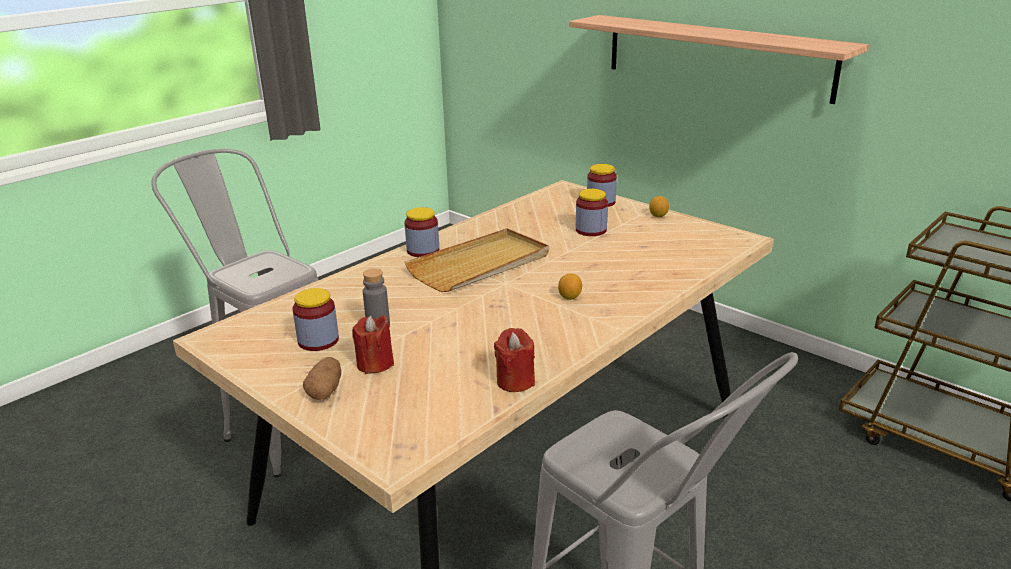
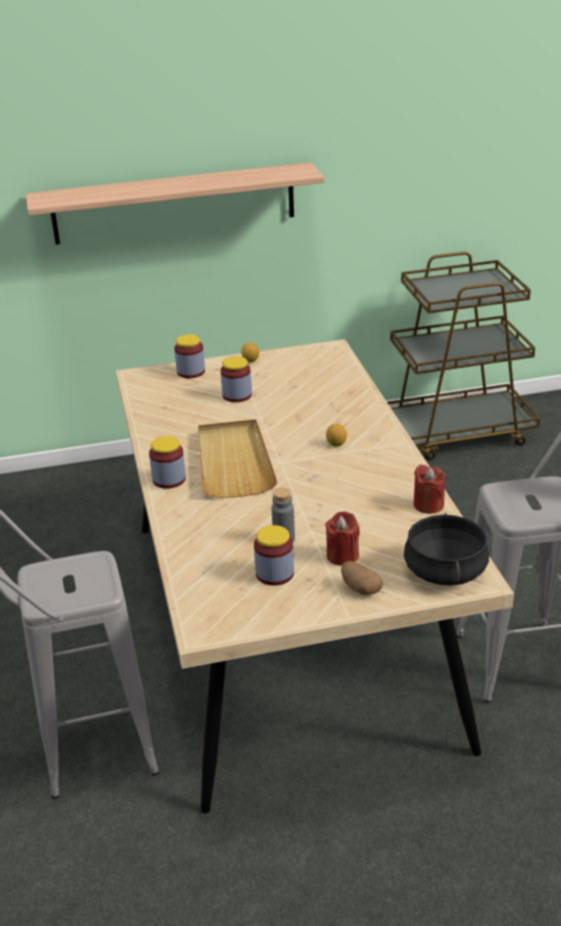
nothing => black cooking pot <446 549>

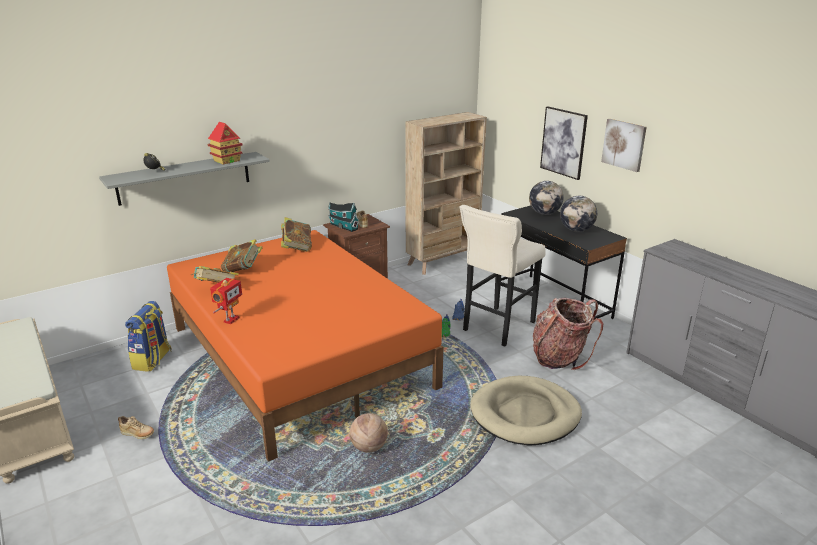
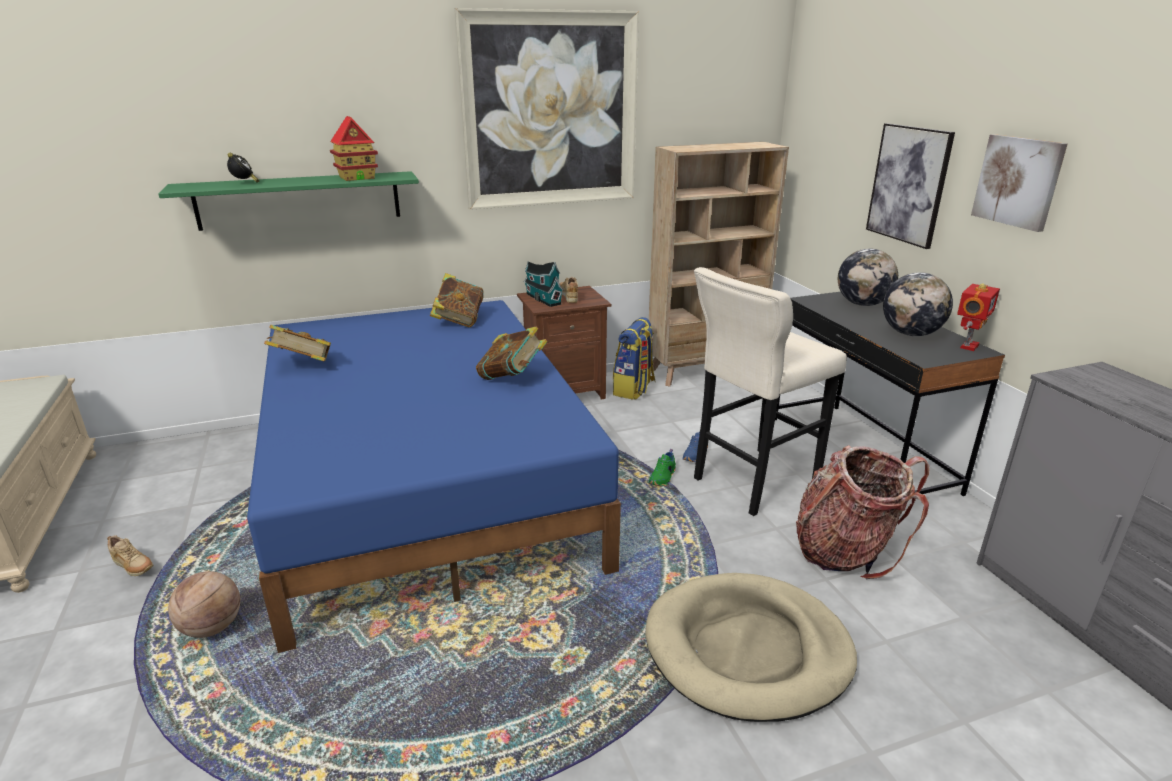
grey shelf <184 179> => green shelf <289 201>
backpack <148 336> => backpack <634 358>, move
orange bed <305 346> => blue bed <434 476>
toy robot <226 301> => toy robot <978 317>, move
book <242 255> => book <511 353>, move
basketball <369 433> => basketball <204 604>, move
nothing => picture <546 109>

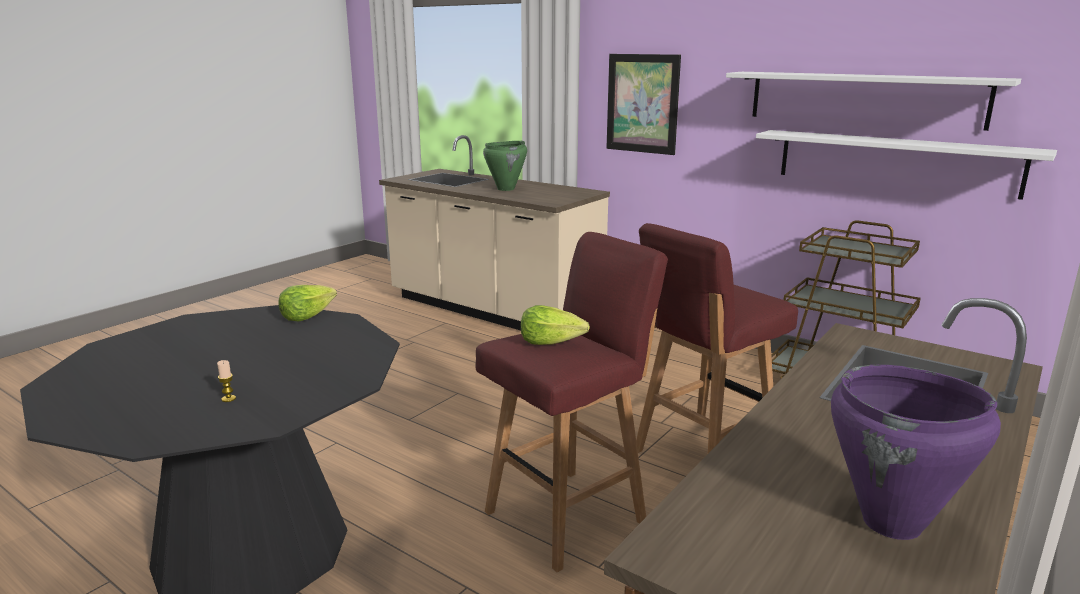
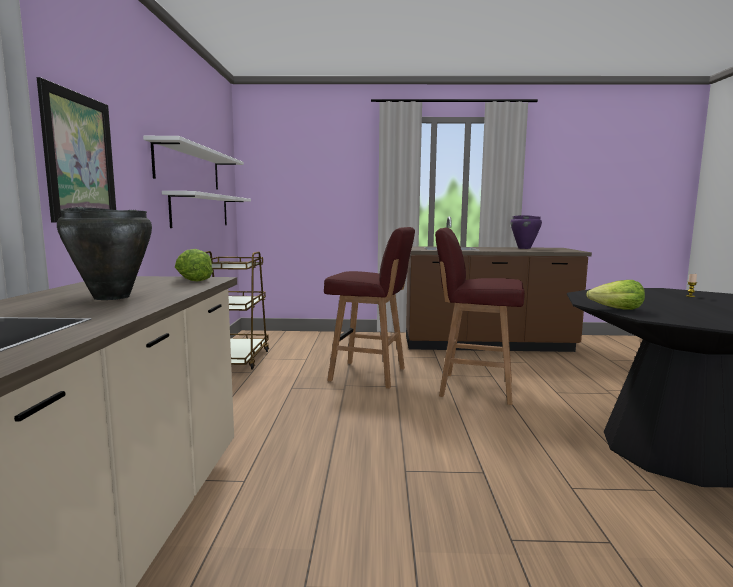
green cooking pot <505 166> => black cooking pot <104 253>
lettuce <555 325> => lettuce <194 265>, move

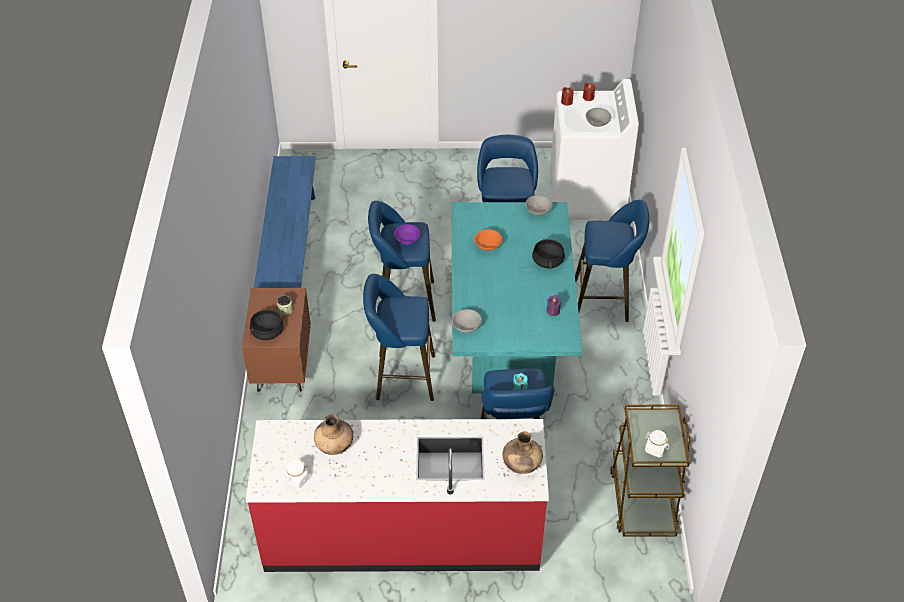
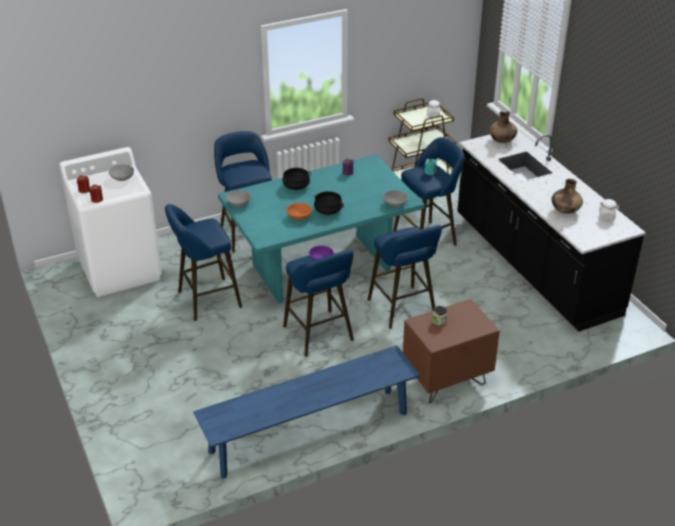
red counter <397 495> => black counter <551 230>
black cooking pot <266 324> => black cooking pot <329 203>, move

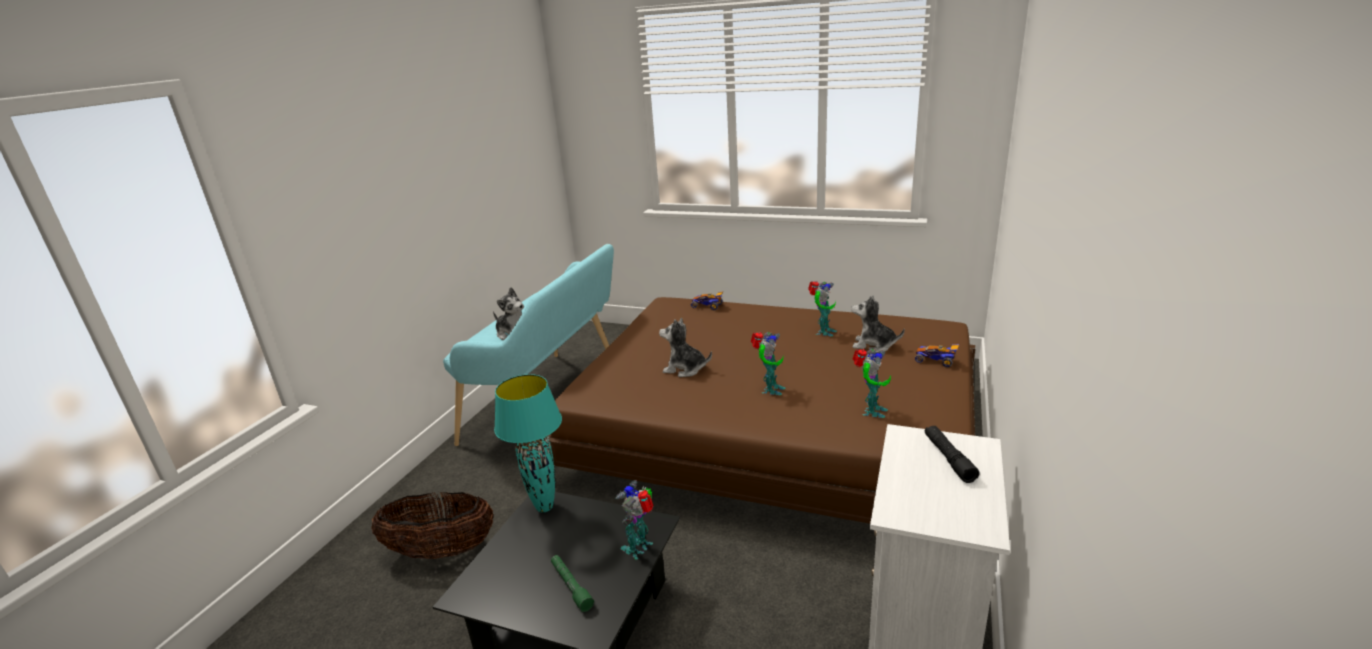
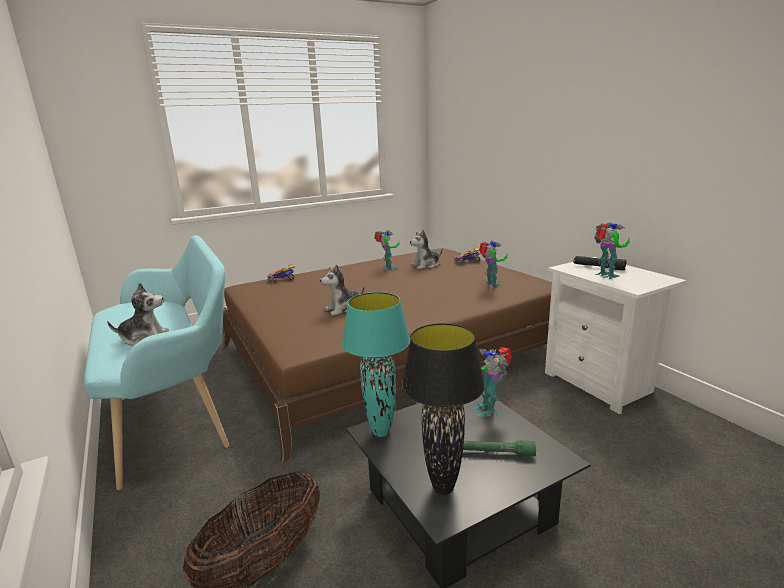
toy robot <768 363> => toy robot <612 250>, move
nothing => black table lamp <443 409>

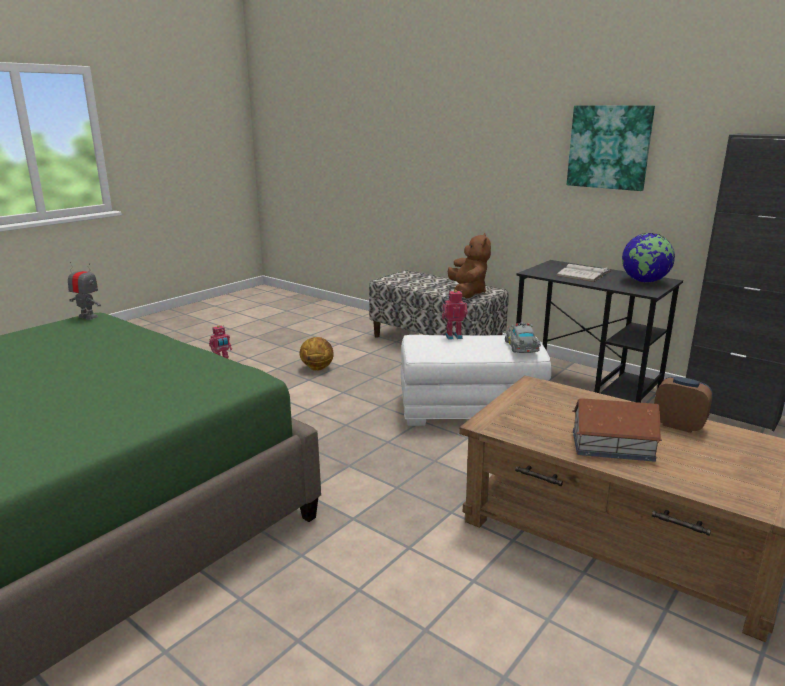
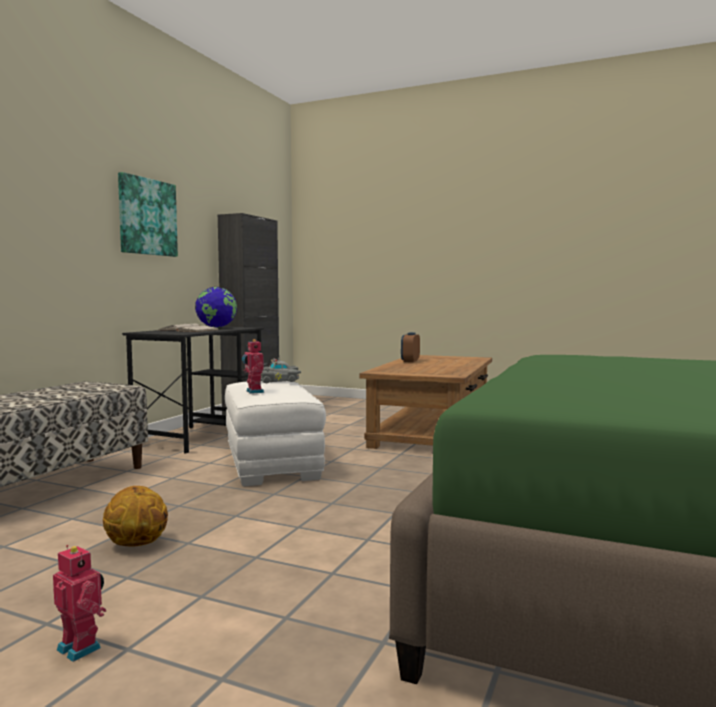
toy robot <84 291> => nothing
brown plush toy <469 265> => nothing
toy house <617 430> => nothing

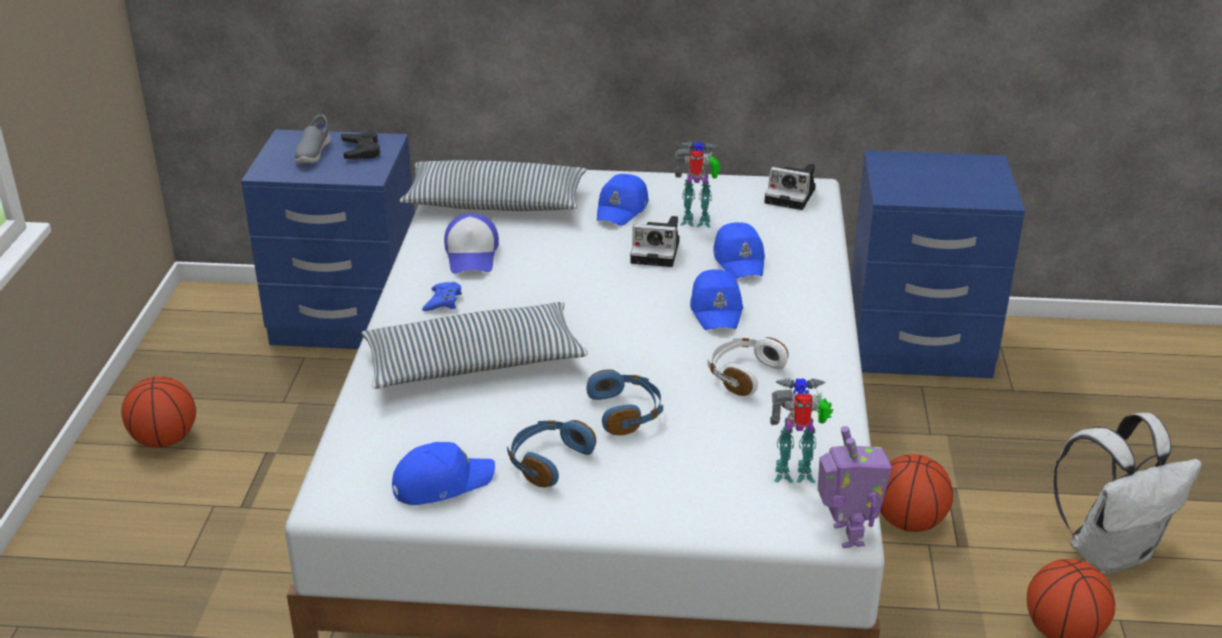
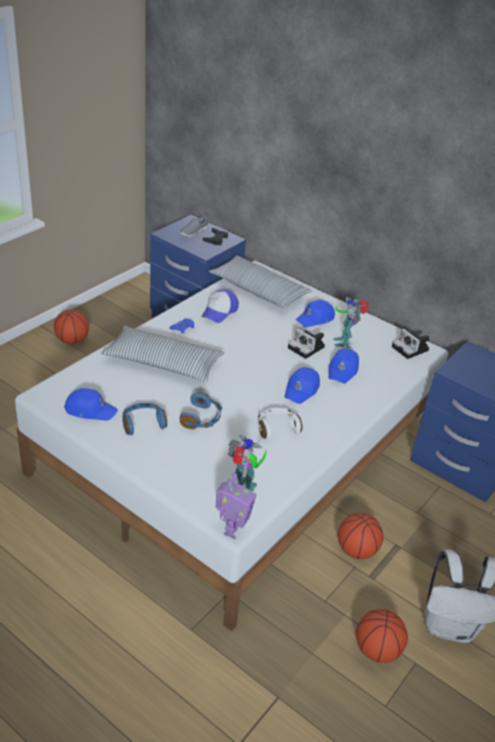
toy robot <698 184> => toy robot <351 322>, 135 degrees counterclockwise

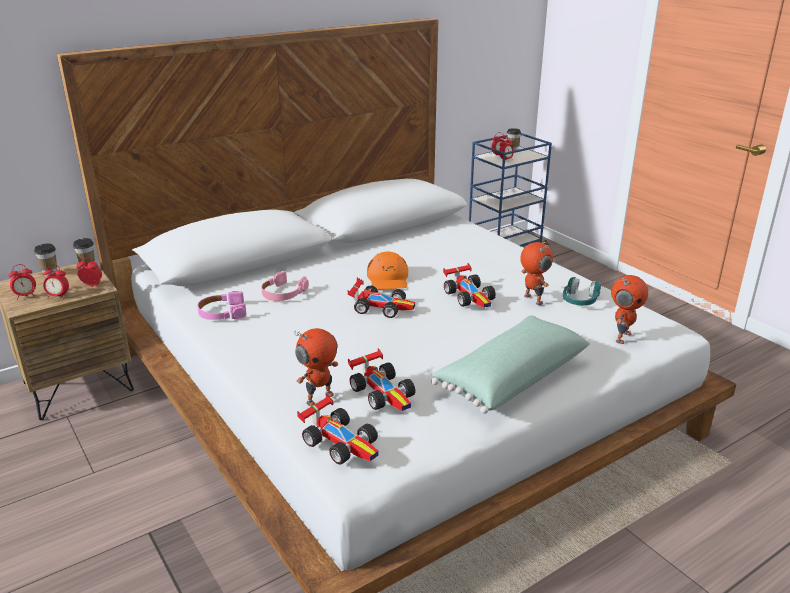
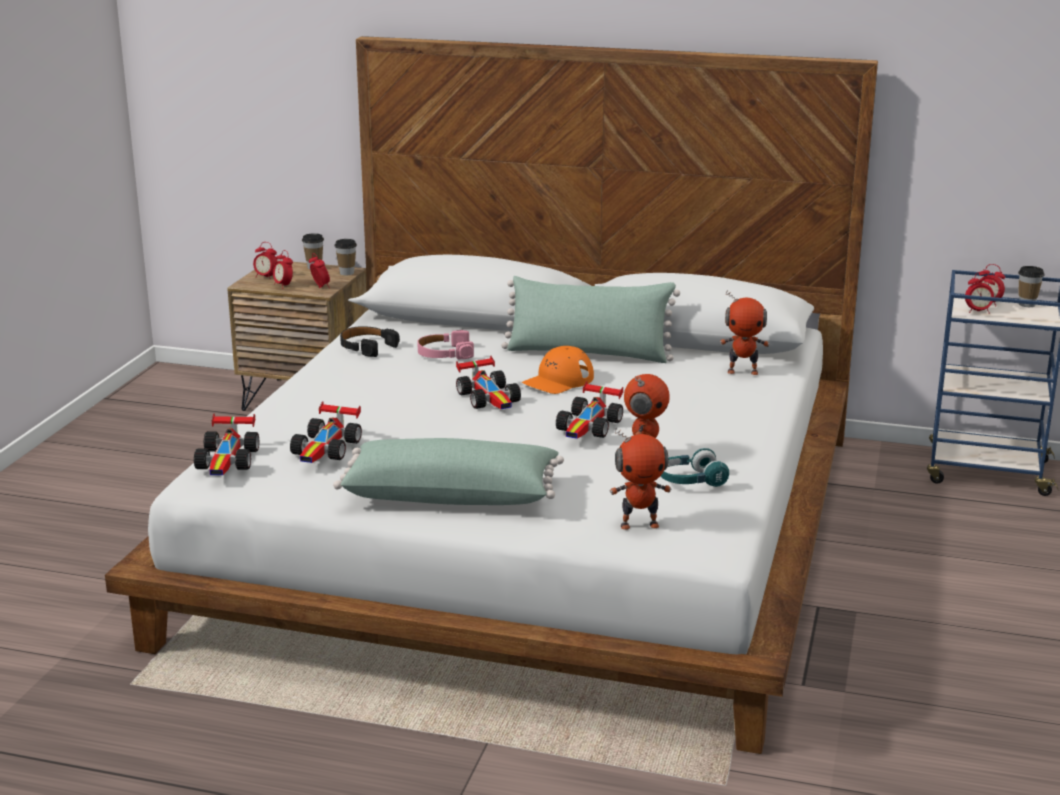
pink headphones <221 305> => black headphones <370 341>
toy robot <316 367> => toy robot <745 332>, move
nothing => green pillow <590 319>

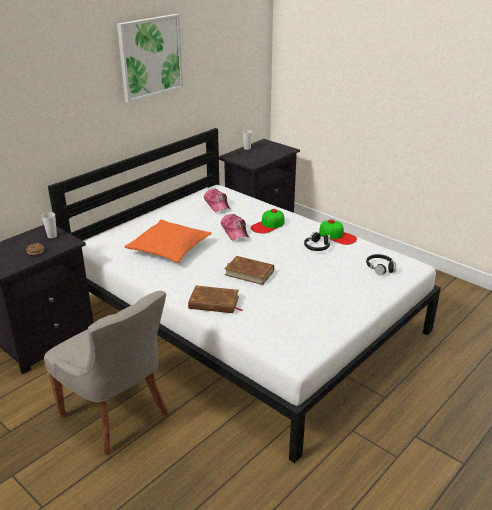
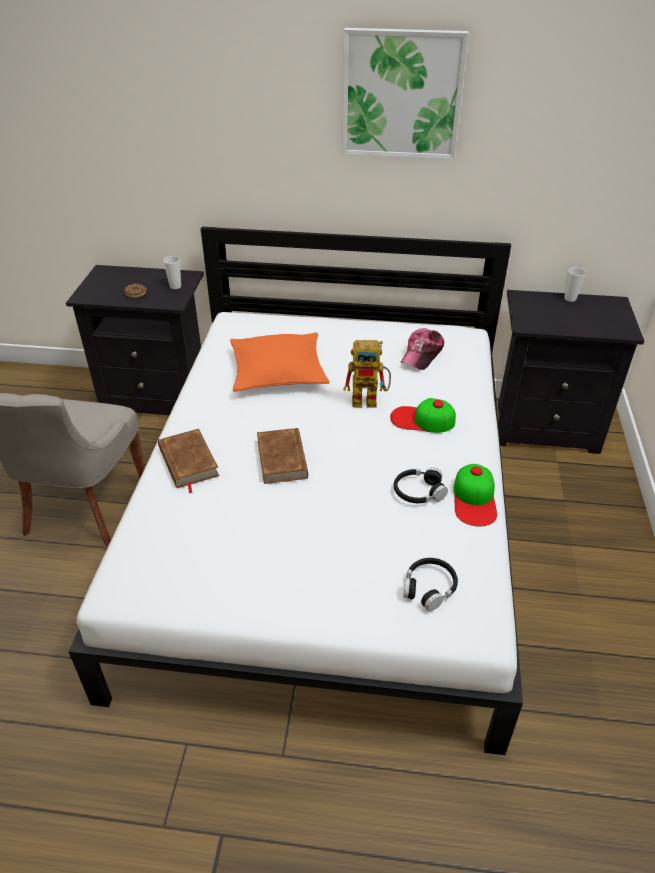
cap <235 227> => toy robot <367 374>

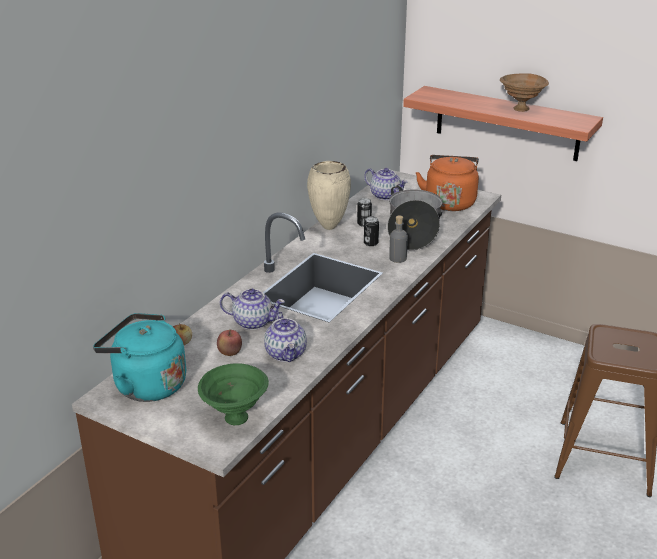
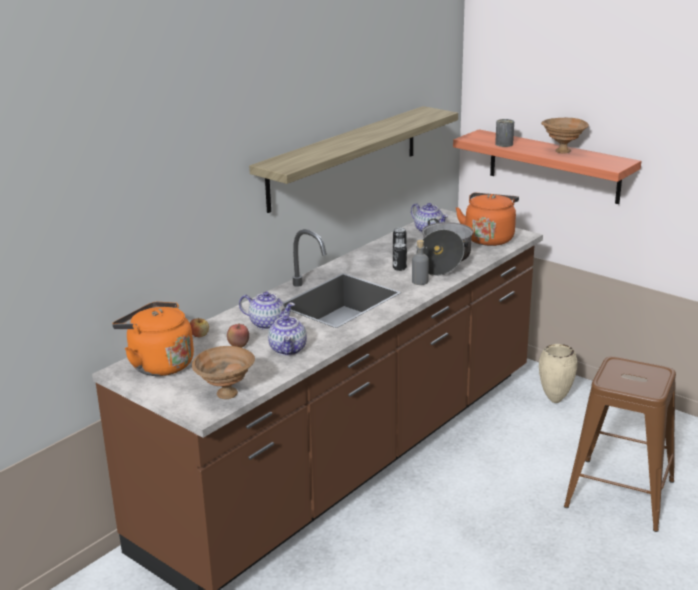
turquoise kettle <139 357> => orange kettle <153 339>
green bowl <233 394> => brown bowl <223 372>
beige vase <329 195> => beige vase <558 373>, move
nothing => shelf <353 159>
nothing => can <504 133>

